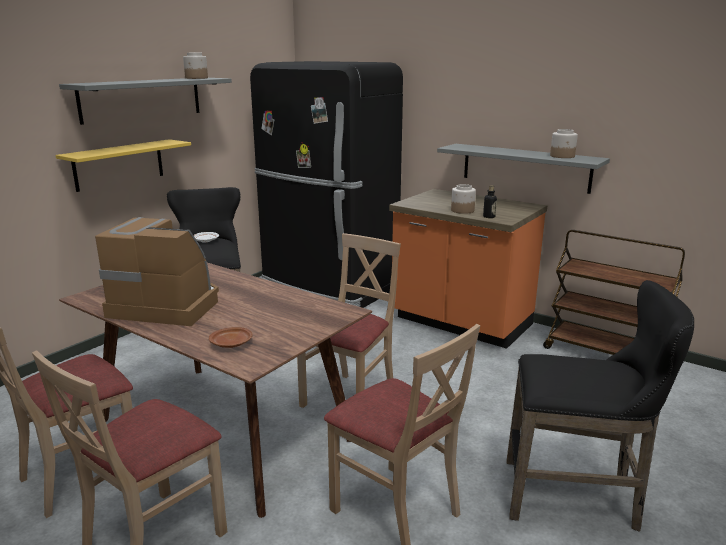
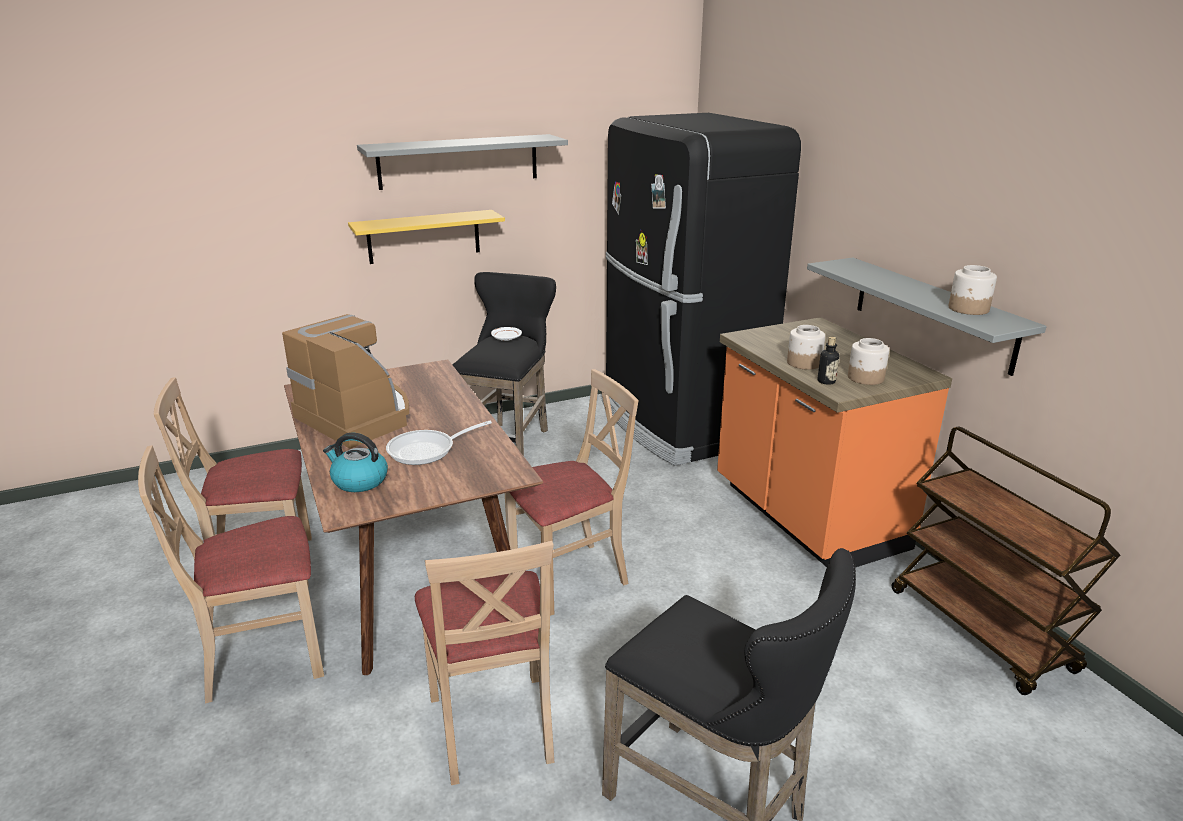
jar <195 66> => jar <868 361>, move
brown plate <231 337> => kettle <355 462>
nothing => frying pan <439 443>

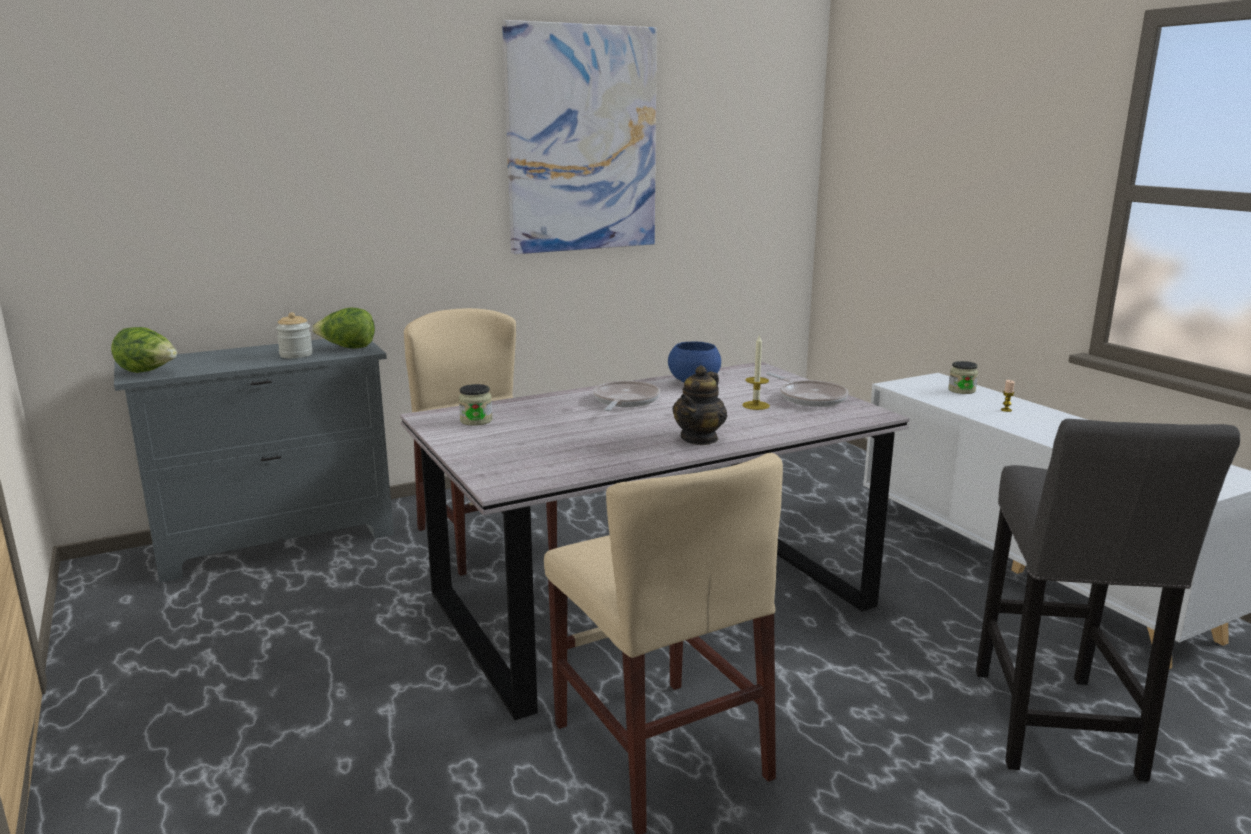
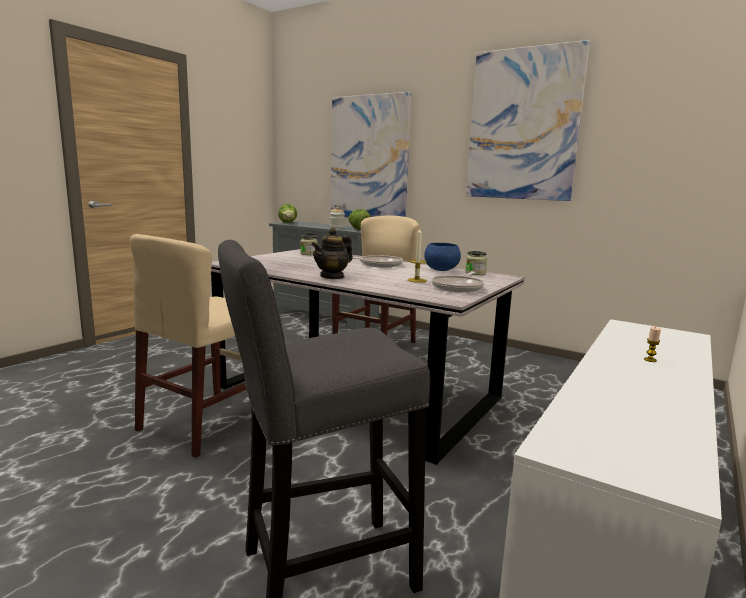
teapot <699 405> => teapot <332 253>, 45 degrees counterclockwise
jar <963 377> => jar <476 263>, move
nothing => picture <371 155>

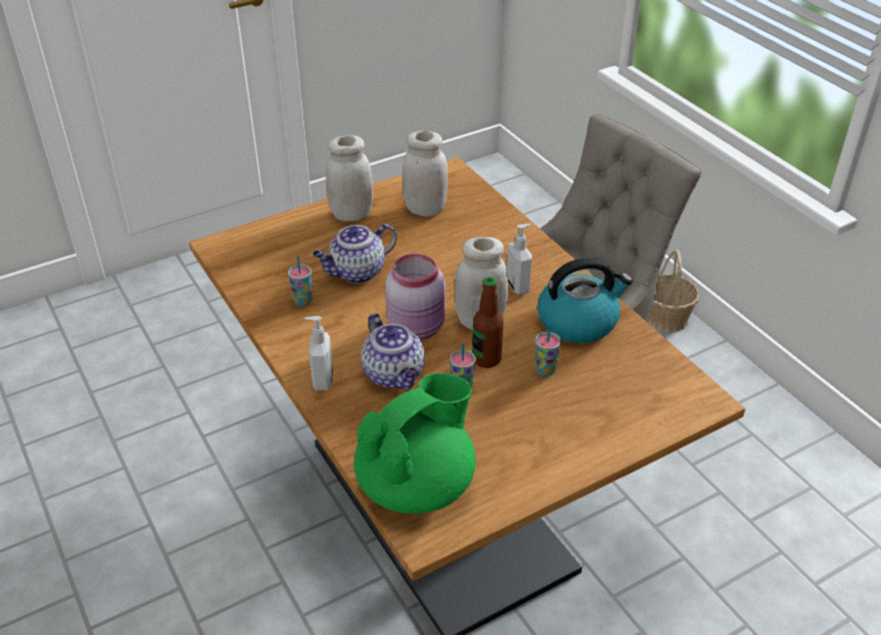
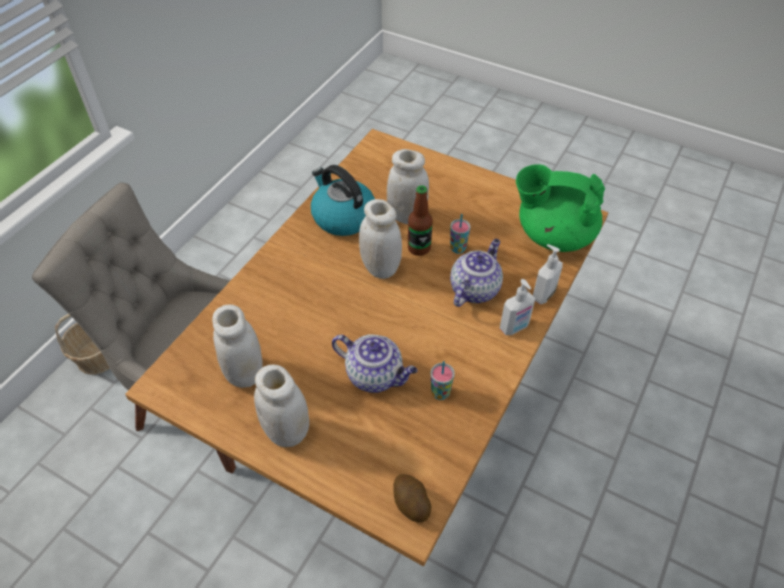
pink jar <415 297> => nothing
soap dispenser <519 259> => soap dispenser <548 274>, move
cup <548 350> => white jar <408 186>
nothing => potato <412 498>

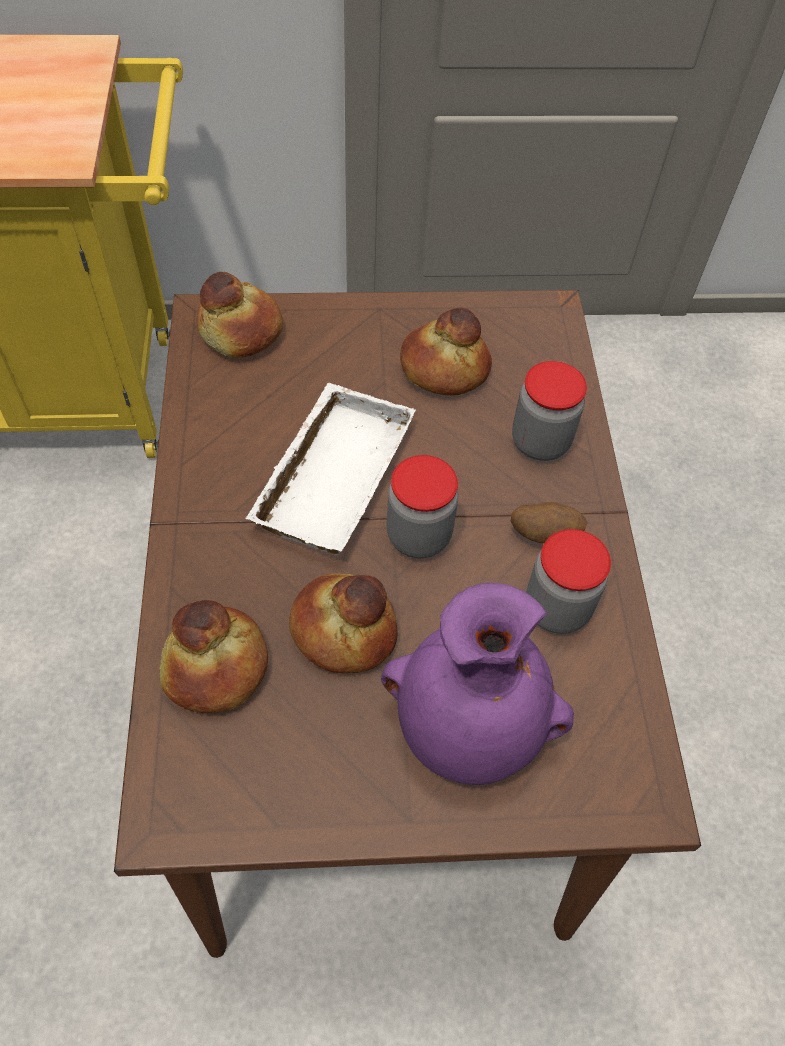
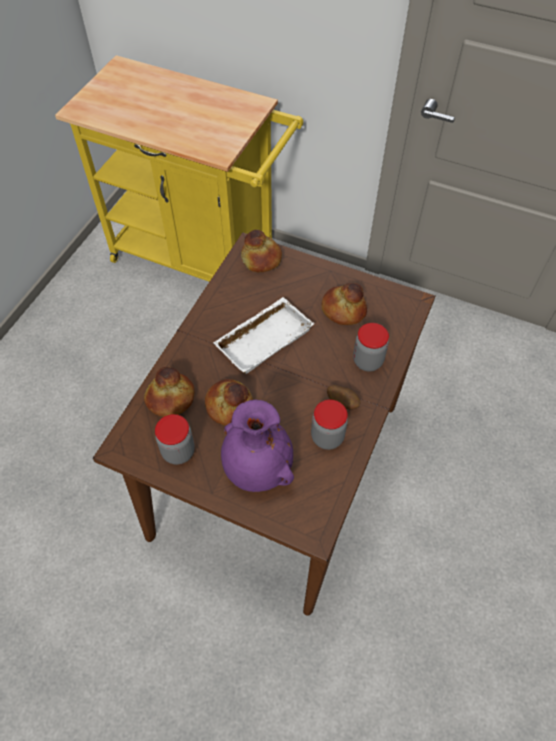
jar <422 506> => jar <175 439>, move

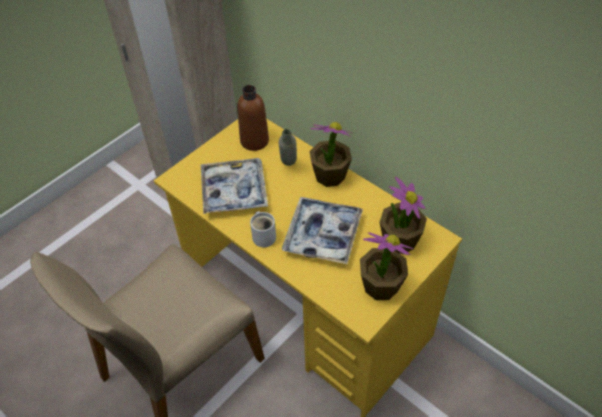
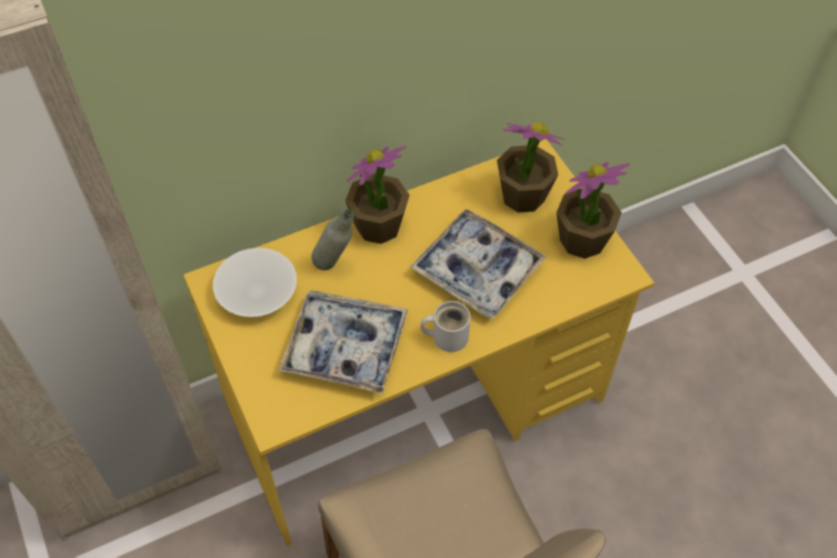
brown bottle <253 118> => white bowl <255 282>

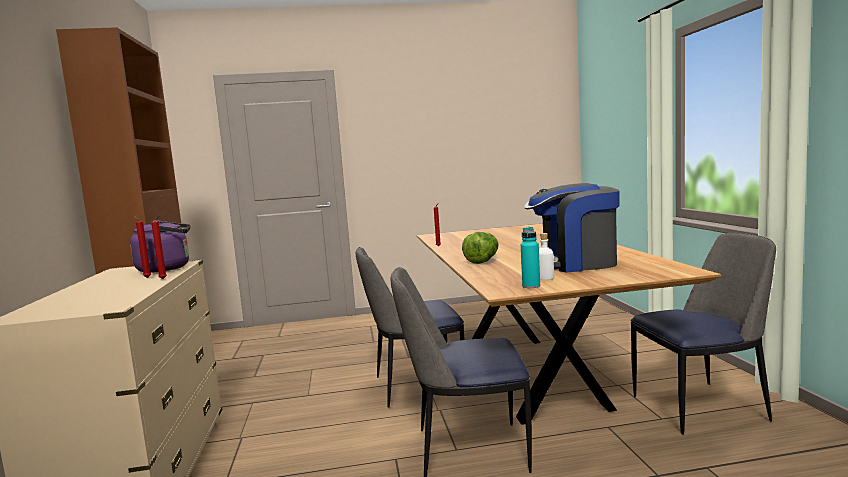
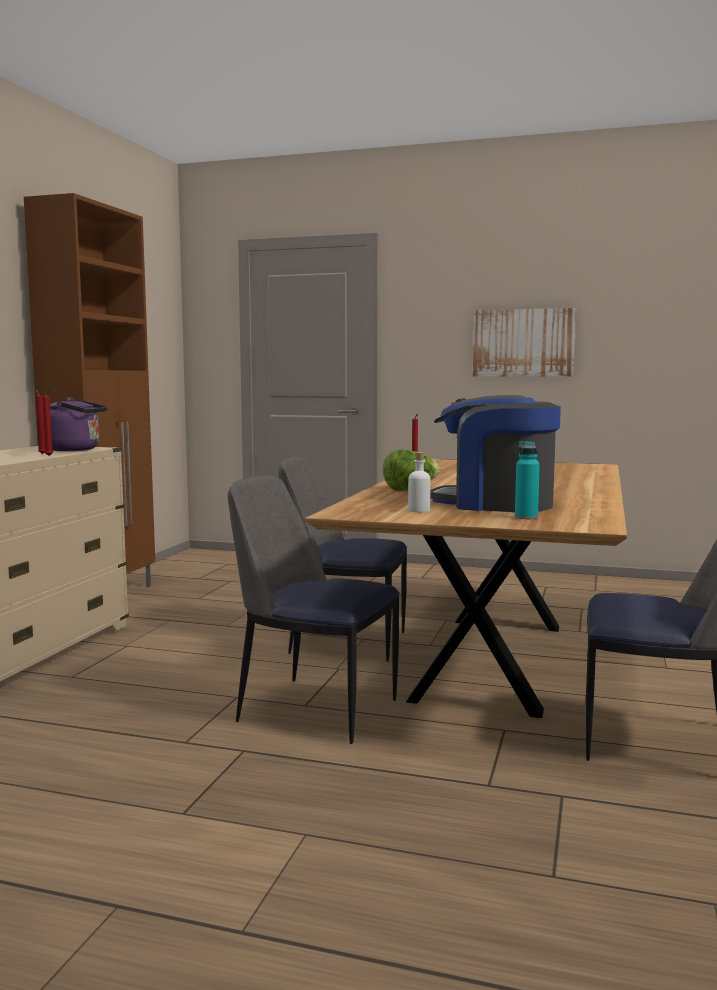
turquoise bottle <530 257> => turquoise bottle <527 480>, move
nothing => picture <524 342>

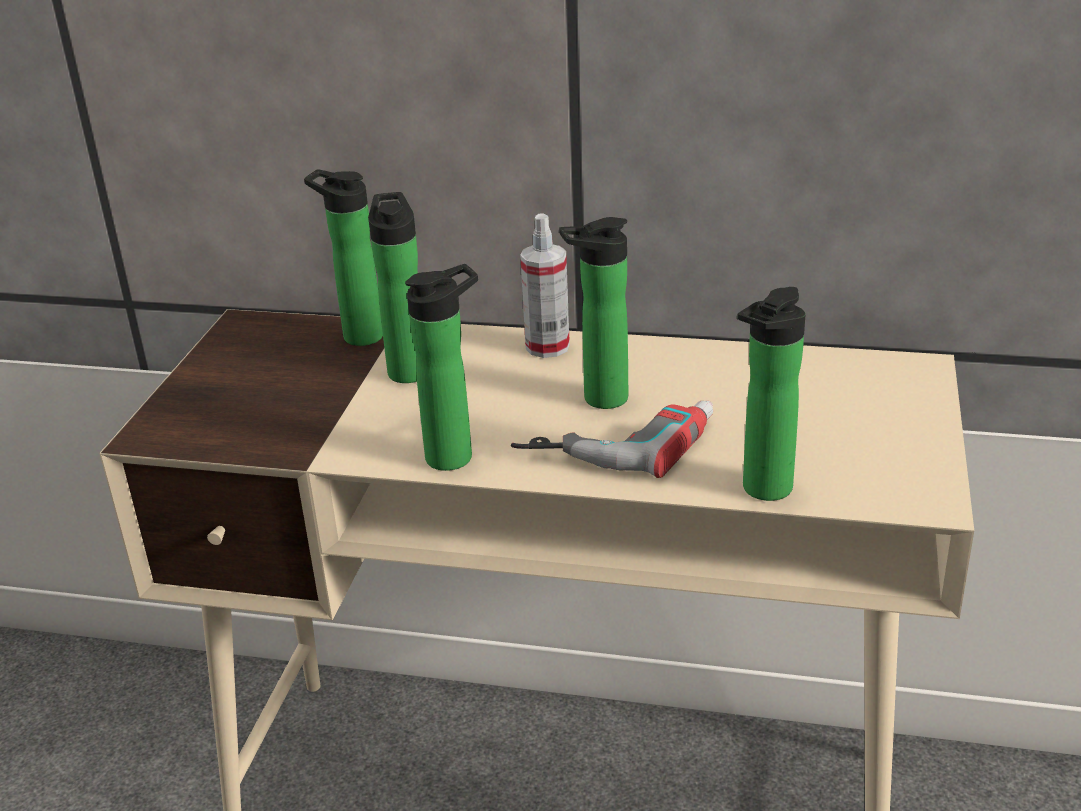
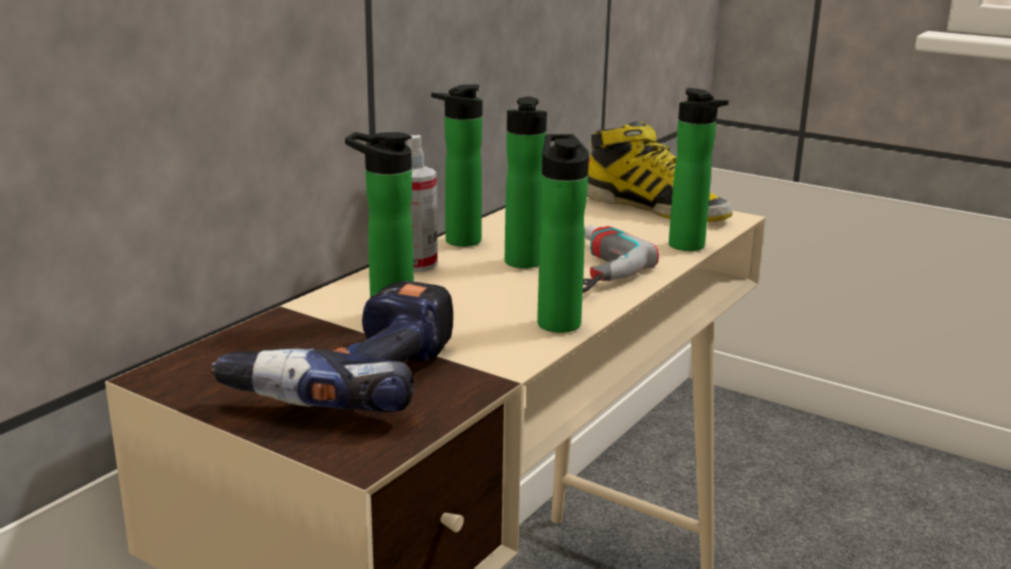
bottle <343 257> => bottle <456 165>, move
nothing => power drill <332 346>
nothing => boot <660 171>

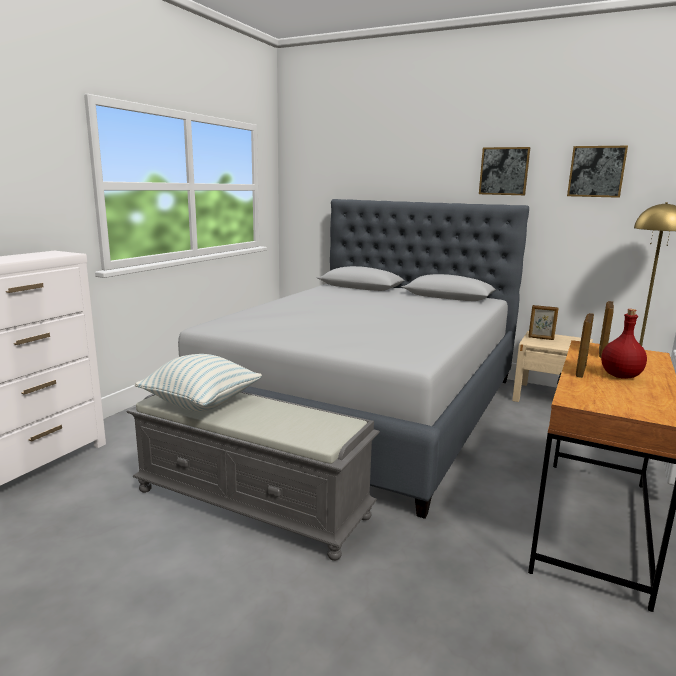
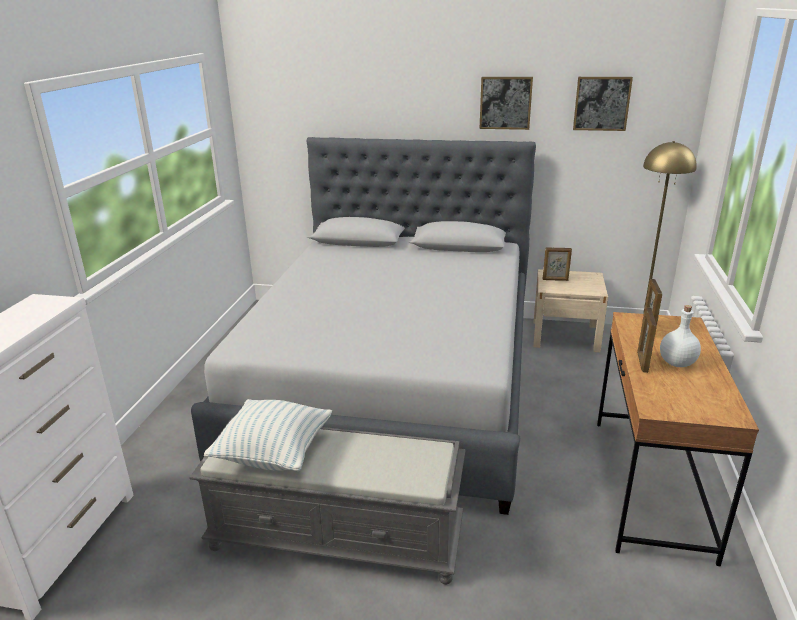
red bottle <624 344> => white bottle <680 336>

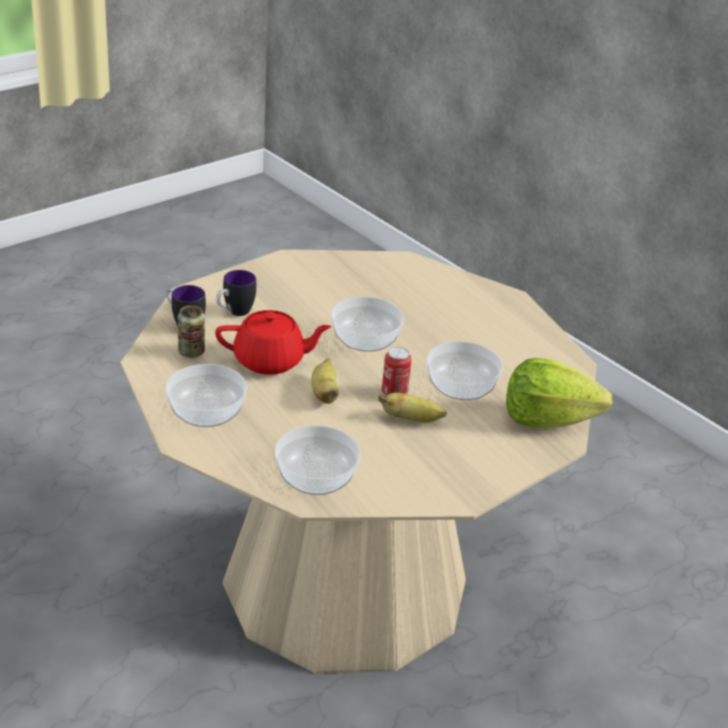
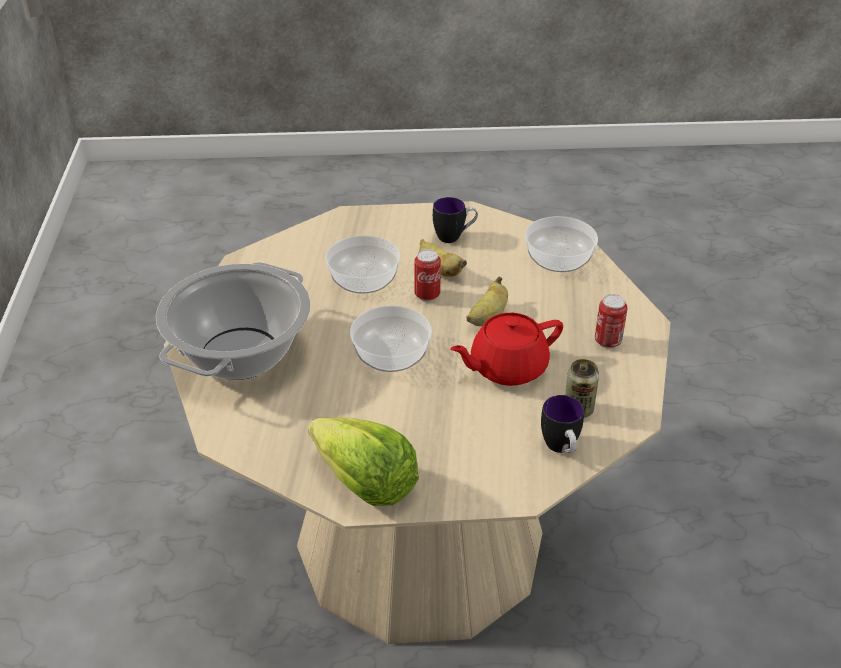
bowl <206 395> => can <611 321>
red teapot <273 342> => red teapot <506 349>, 60 degrees counterclockwise
mug <236 293> => mug <455 220>, move
lettuce <559 393> => lettuce <363 461>, move
nothing => cooking pot <233 321>

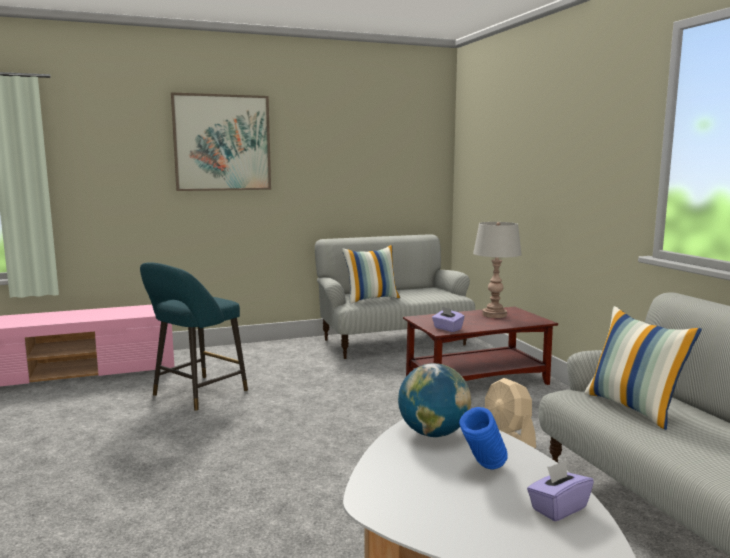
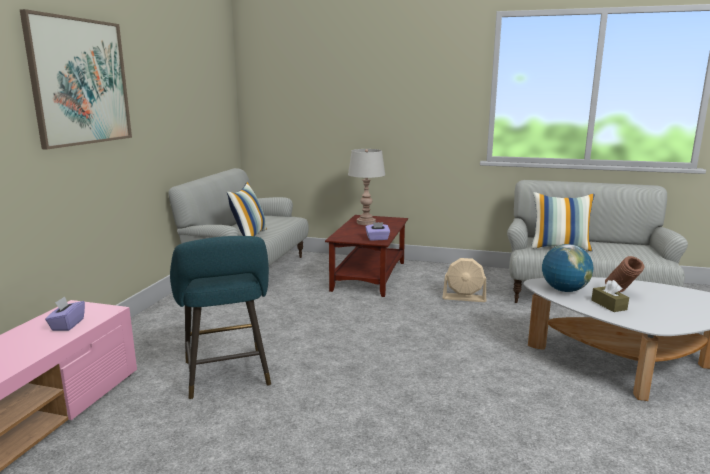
blue vase <483 438> => brown vase <624 274>
purple tissue box <560 491> => purple tissue box <65 313>, move
nothing => brown tissue box <610 296>

